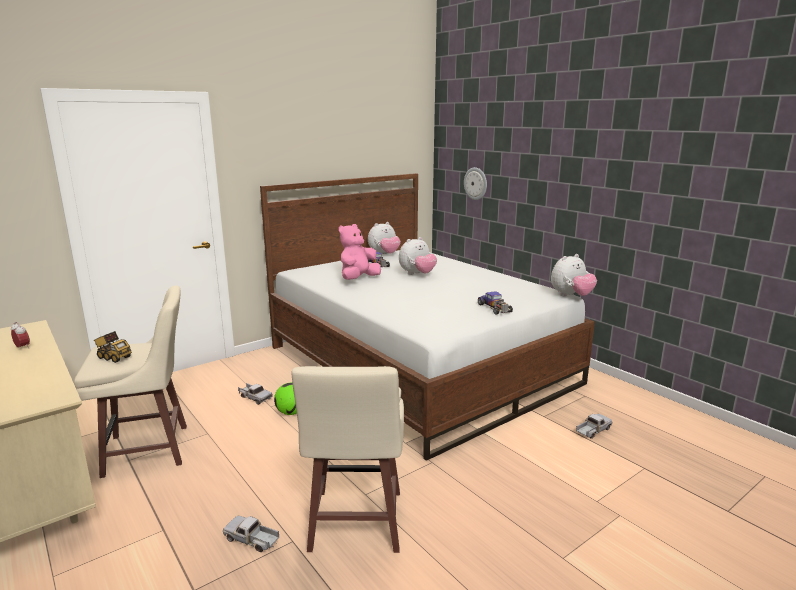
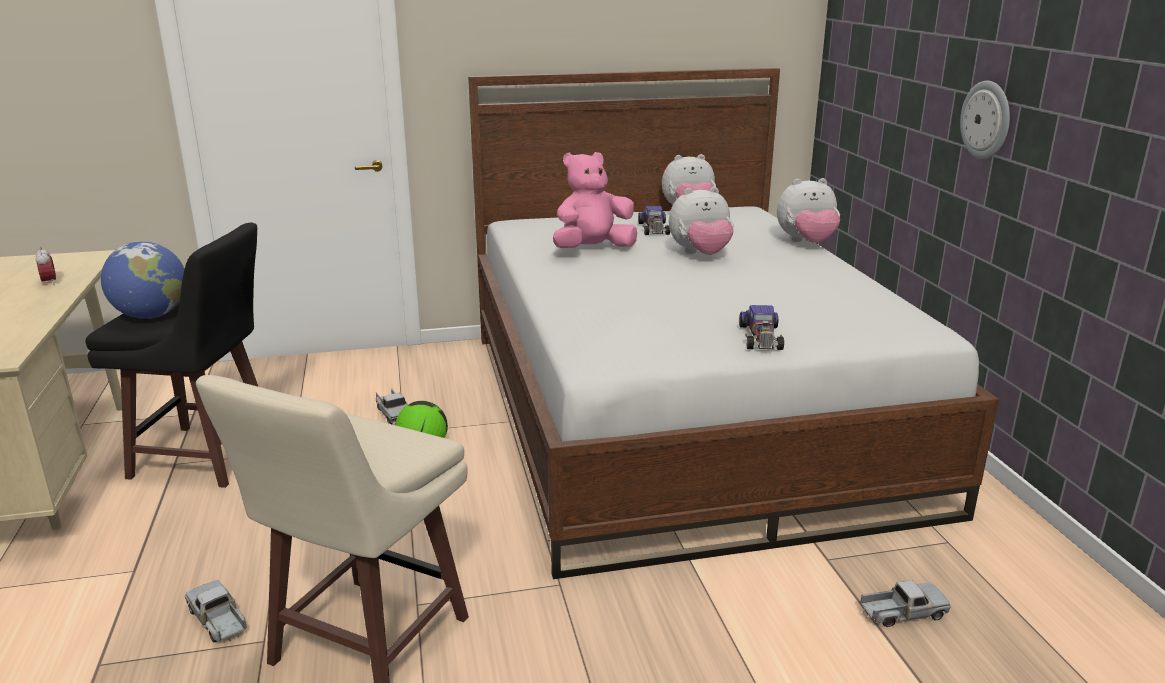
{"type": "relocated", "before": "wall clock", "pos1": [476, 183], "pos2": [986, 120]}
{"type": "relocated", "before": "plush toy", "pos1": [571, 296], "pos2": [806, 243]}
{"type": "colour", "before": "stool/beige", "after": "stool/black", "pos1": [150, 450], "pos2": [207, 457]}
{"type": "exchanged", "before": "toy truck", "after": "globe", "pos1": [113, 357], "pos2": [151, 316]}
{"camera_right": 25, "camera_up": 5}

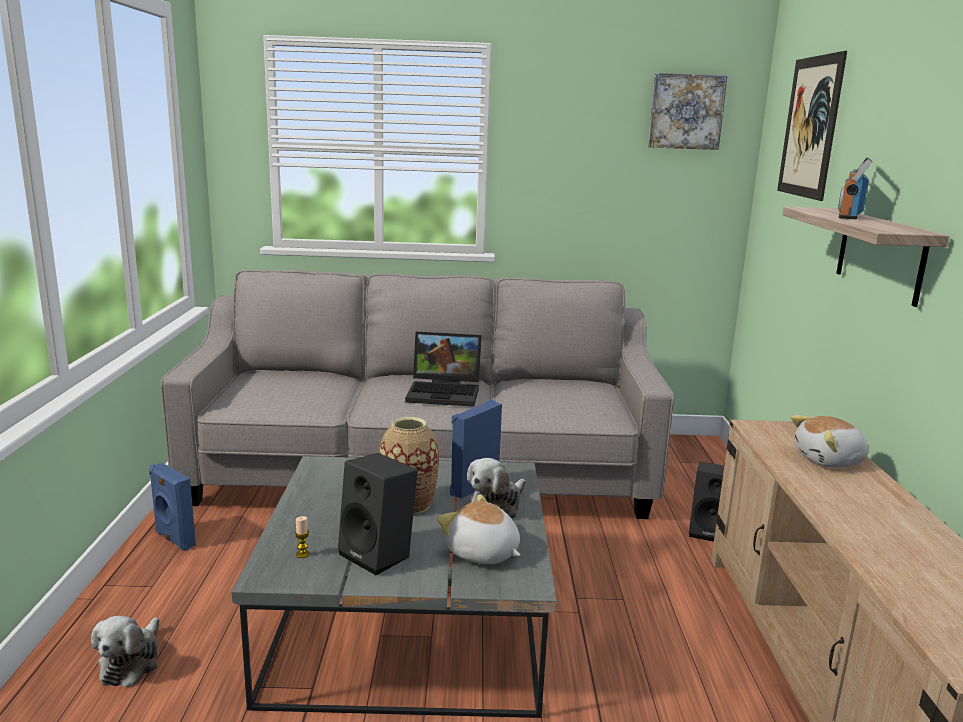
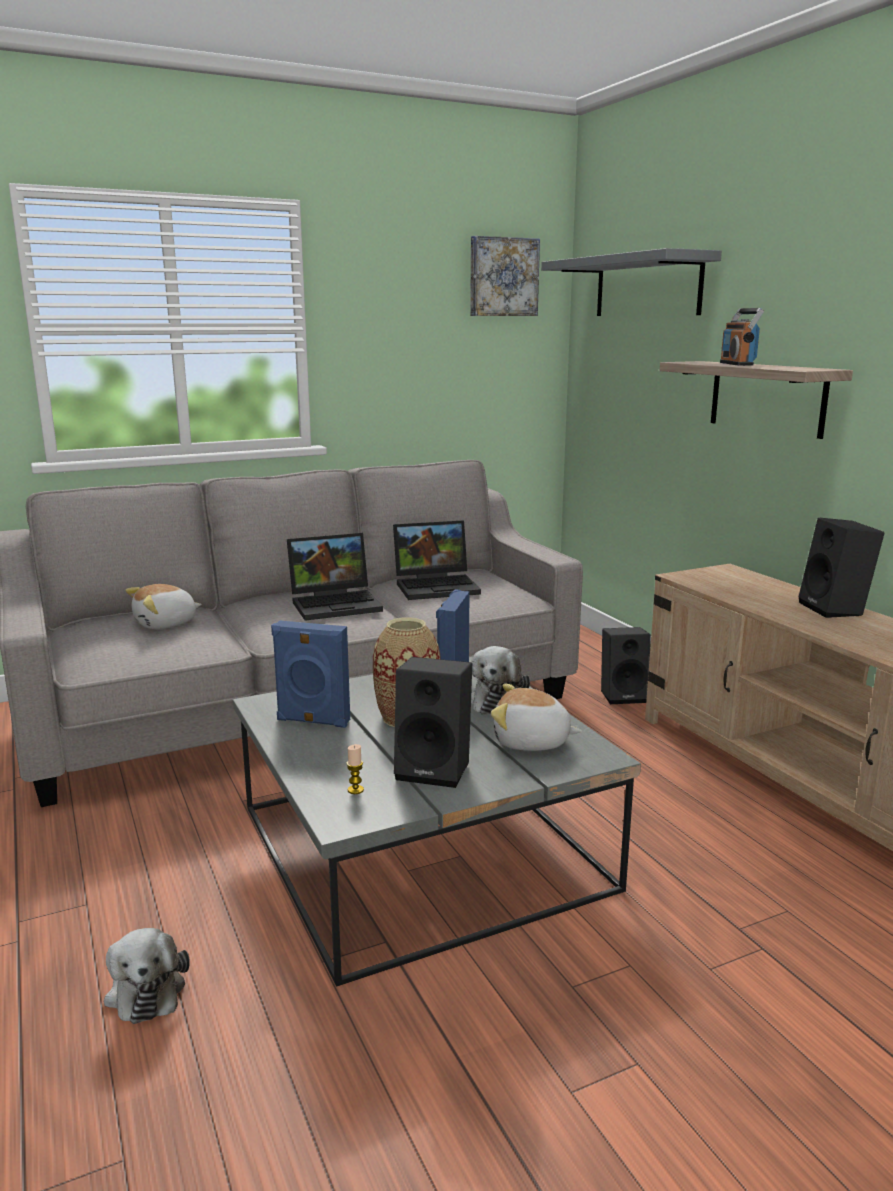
{"type": "exchanged", "before": "picture", "after": "shelf/grey", "pos1": [810, 127], "pos2": [647, 286]}
{"type": "relocated", "before": "plush toy", "pos1": [829, 460], "pos2": [166, 624]}
{"type": "relocated", "before": "speaker/blue", "pos1": [174, 539], "pos2": [312, 721]}
{"type": "appeared", "after": "speaker/black", "pos2": [836, 609]}
{"type": "appeared", "after": "laptop", "pos2": [438, 586]}
{"camera_right": -25, "camera_up": 0}

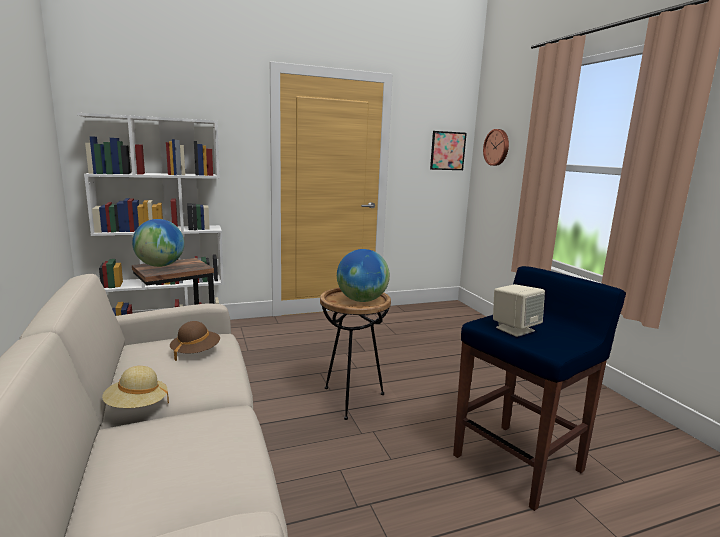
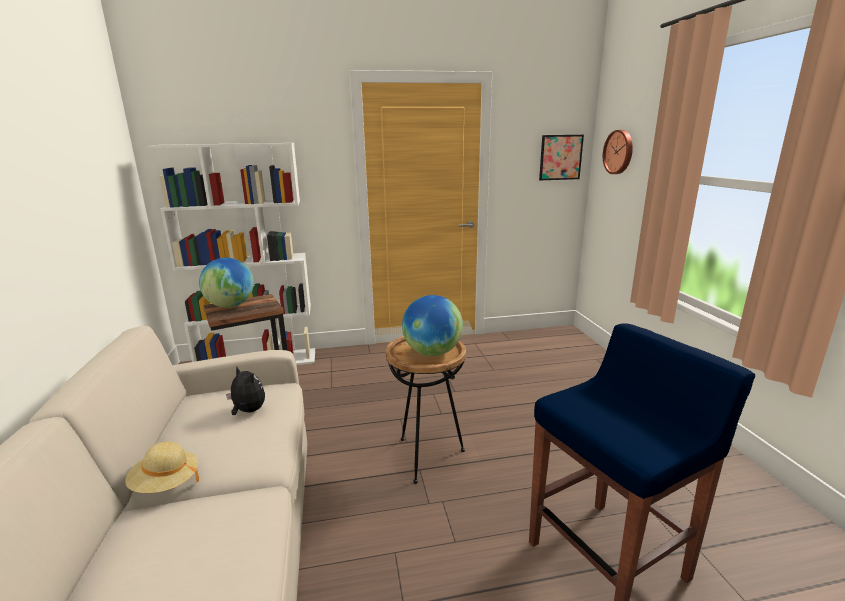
{"type": "missing", "before": "speaker/beige", "pos1": [514, 329]}
{"type": "exchanged", "before": "hat/brown", "after": "plush toy", "pos1": [195, 352], "pos2": [248, 411]}
{"camera_right": 10, "camera_up": 5}

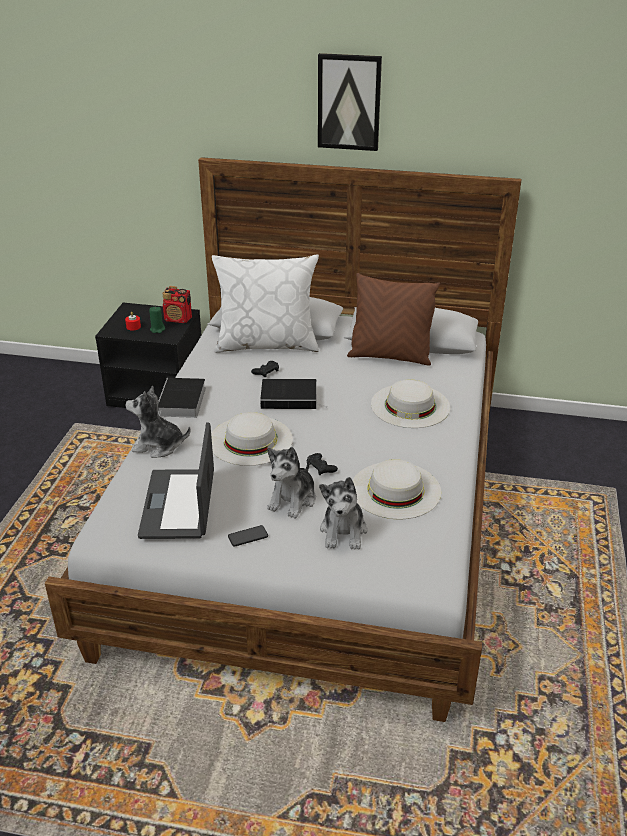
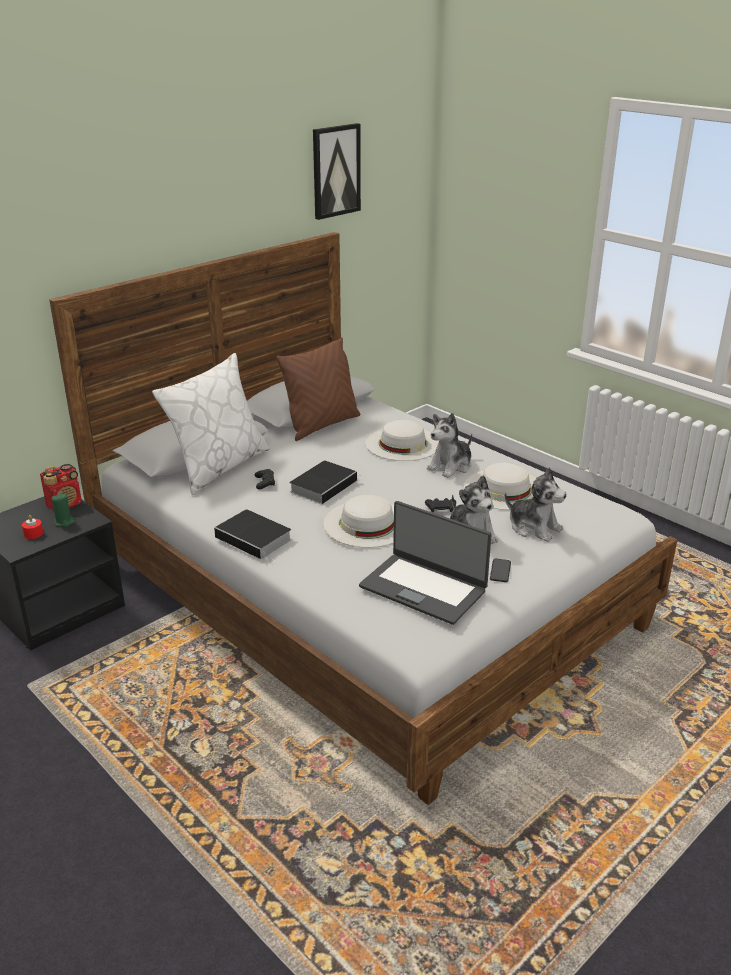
{"type": "relocated", "before": "picture", "pos1": [349, 102], "pos2": [335, 171]}
{"type": "relocated", "before": "plush toy", "pos1": [158, 446], "pos2": [451, 466]}
{"camera_right": -55, "camera_up": -5}

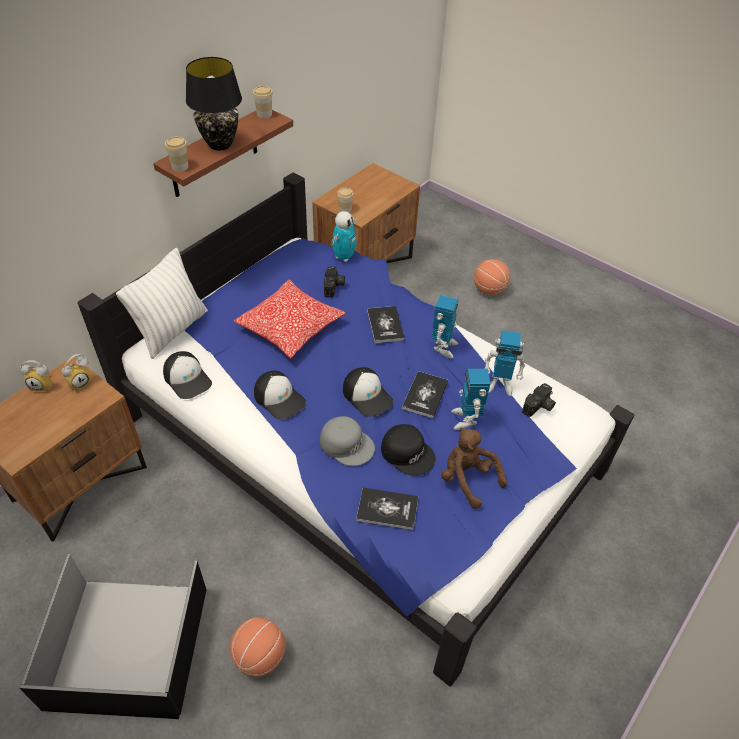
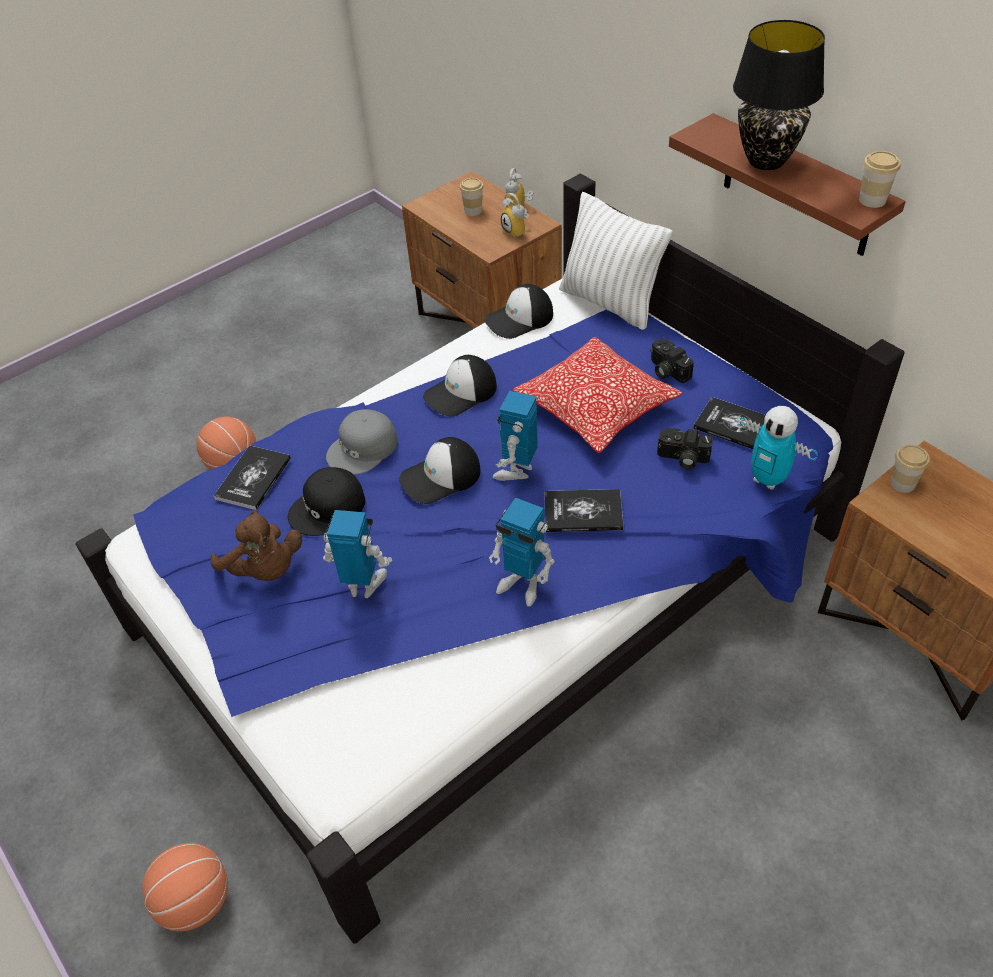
{"type": "relocated", "before": "cup", "pos1": [180, 167], "pos2": [473, 210]}
{"type": "relocated", "before": "basketball", "pos1": [489, 290], "pos2": [195, 901]}
{"type": "relocated", "before": "toy robot", "pos1": [500, 384], "pos2": [516, 470]}
{"type": "relocated", "before": "book", "pos1": [425, 395], "pos2": [735, 426]}
{"type": "relocated", "before": "photo camera", "pos1": [539, 407], "pos2": [666, 371]}
{"type": "spun", "before": "plush toy/brown", "pos1": [467, 479], "pos2": [265, 570], "turn": 75}
{"type": "missing", "before": "storage box/black", "pos1": [131, 646]}
{"camera_right": 105, "camera_up": 0}

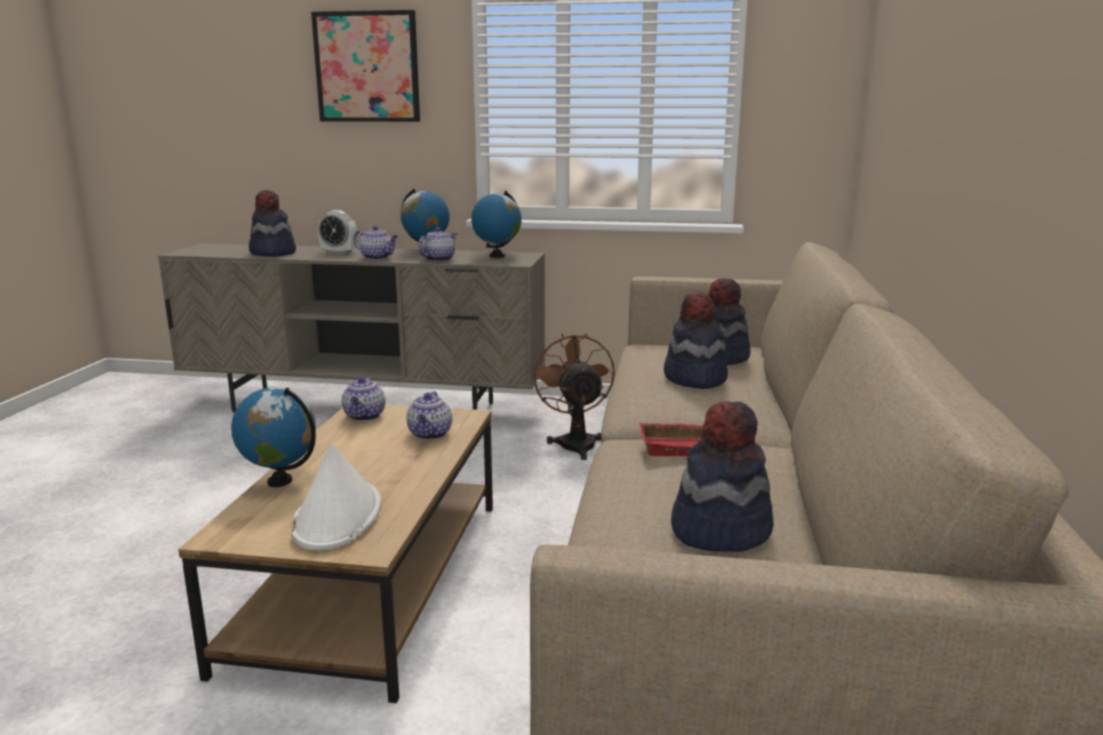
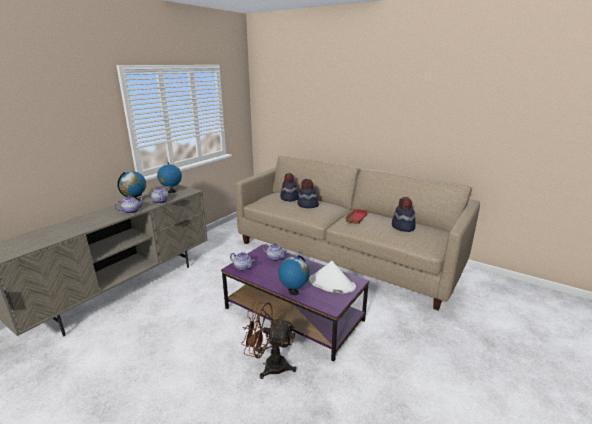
{"type": "missing", "before": "picture", "pos1": [367, 67]}
{"type": "missing", "before": "hat", "pos1": [272, 253]}
{"type": "missing", "before": "alarm clock", "pos1": [339, 253]}
{"type": "relocated", "before": "fan/brown", "pos1": [575, 442], "pos2": [269, 365]}
{"type": "colour", "before": "coffee table/brown", "after": "coffee table/purple", "pos1": [373, 579], "pos2": [293, 314]}
{"camera_right": -65, "camera_up": 5}

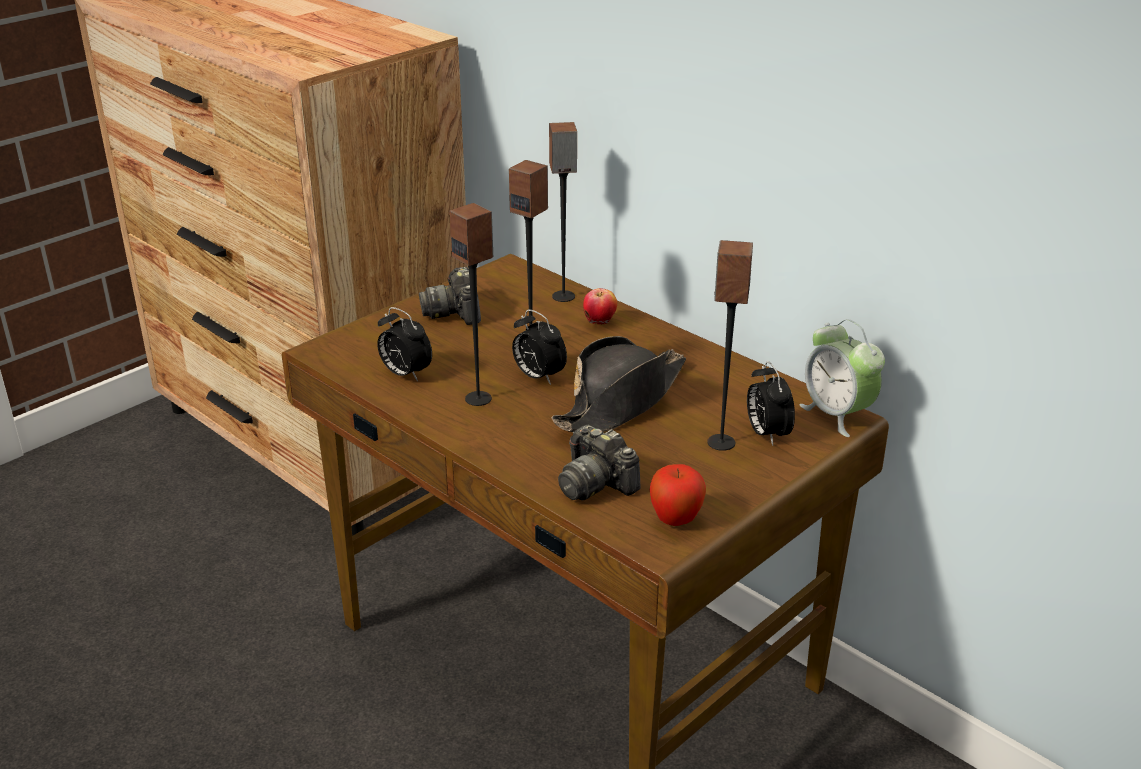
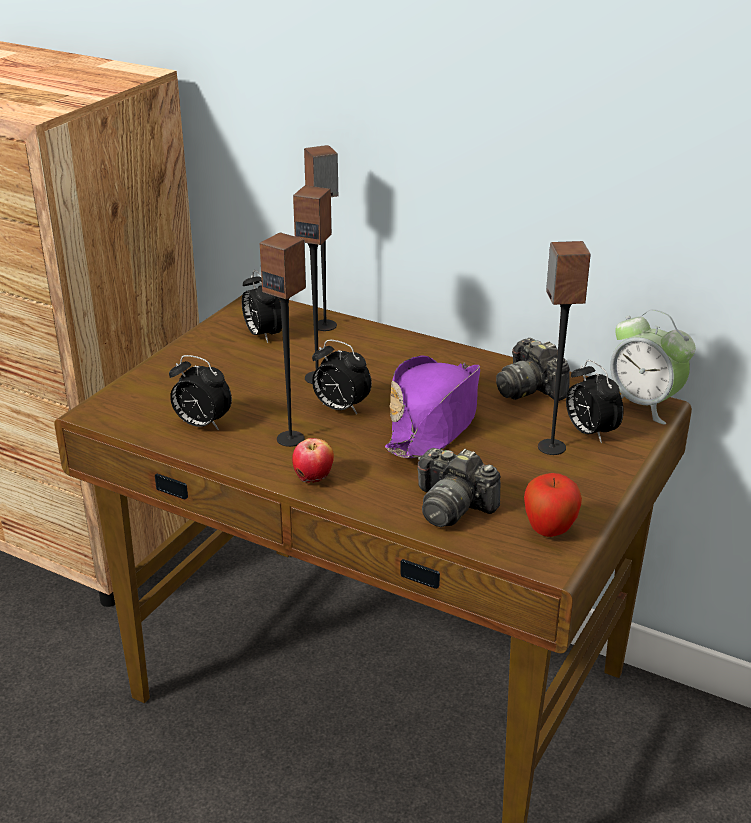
{"type": "relocated", "before": "photo camera", "pos1": [455, 312], "pos2": [530, 389]}
{"type": "relocated", "before": "apple", "pos1": [599, 323], "pos2": [314, 480]}
{"type": "colour", "before": "hat/black", "after": "hat/purple", "pos1": [621, 401], "pos2": [435, 420]}
{"type": "appeared", "after": "alarm clock", "pos2": [262, 335]}
{"camera_right": -15, "camera_up": 0}

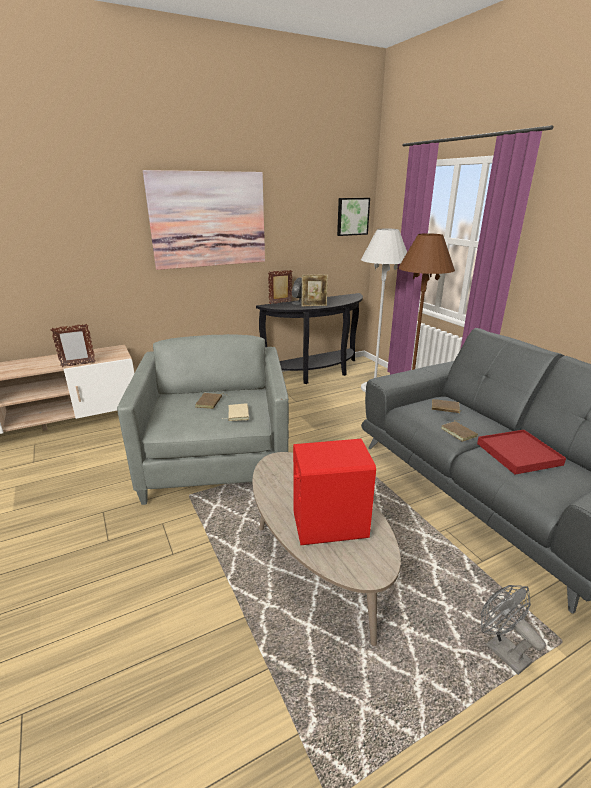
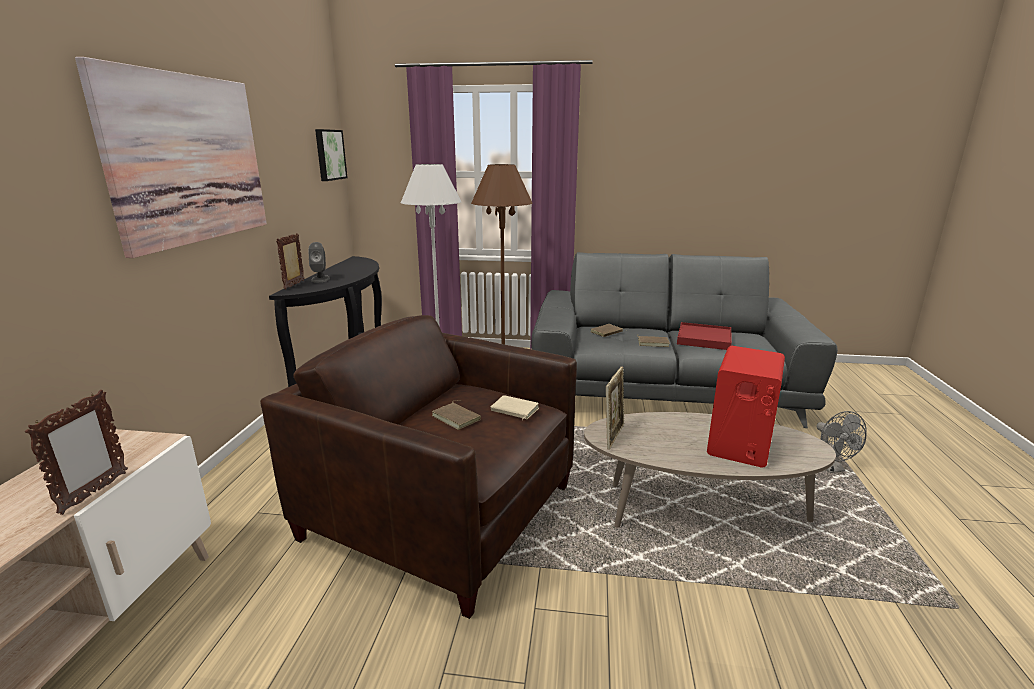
{"type": "relocated", "before": "picture frame", "pos1": [314, 305], "pos2": [613, 436]}
{"type": "colour", "before": "armchair/grey", "after": "armchair/brown", "pos1": [217, 460], "pos2": [441, 512]}
{"type": "spun", "before": "fan/grey", "pos1": [501, 649], "pos2": [831, 468], "turn": -105}
{"camera_right": -55, "camera_up": -5}

